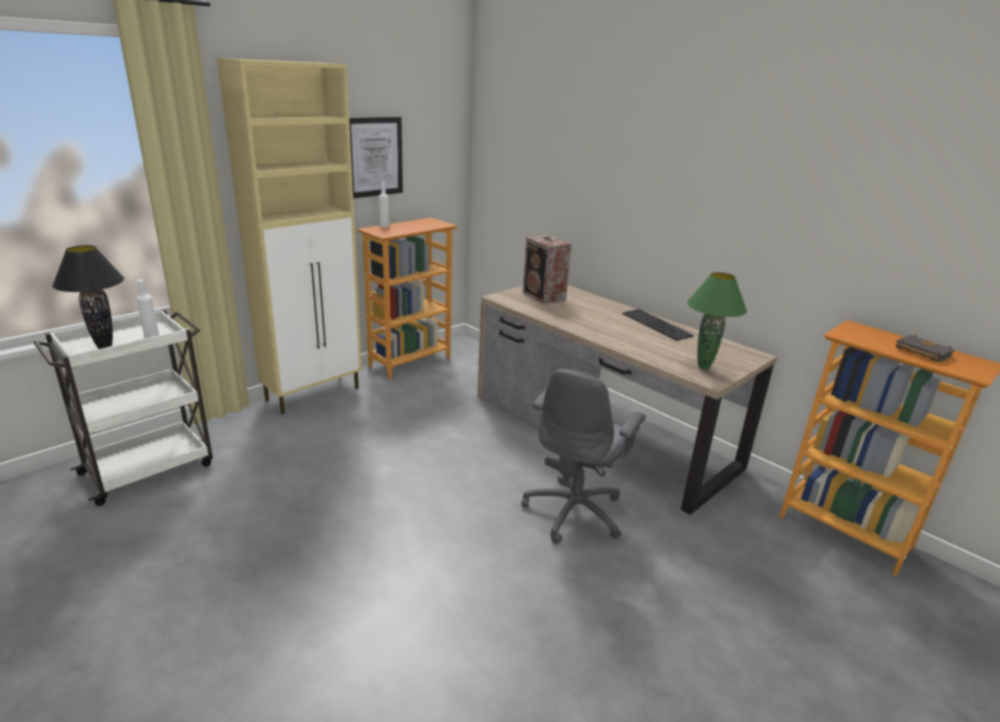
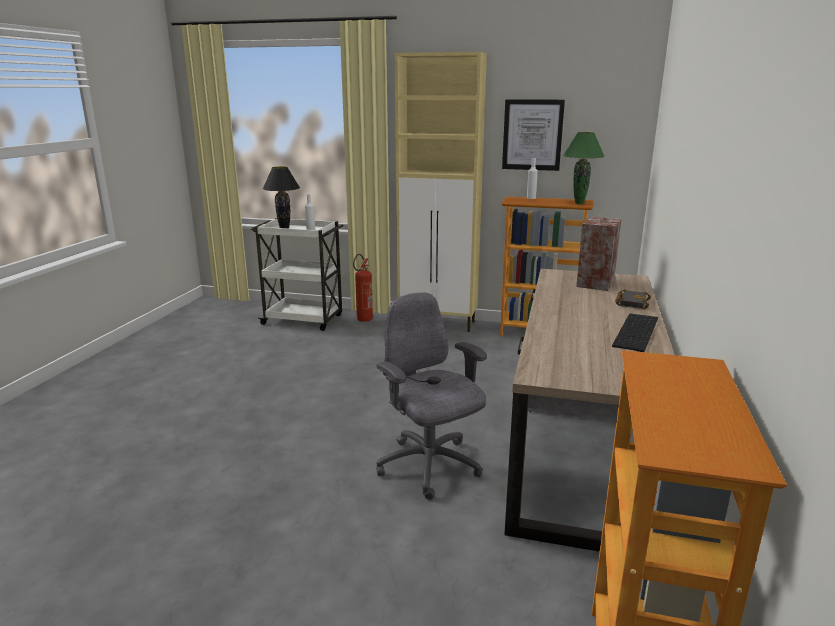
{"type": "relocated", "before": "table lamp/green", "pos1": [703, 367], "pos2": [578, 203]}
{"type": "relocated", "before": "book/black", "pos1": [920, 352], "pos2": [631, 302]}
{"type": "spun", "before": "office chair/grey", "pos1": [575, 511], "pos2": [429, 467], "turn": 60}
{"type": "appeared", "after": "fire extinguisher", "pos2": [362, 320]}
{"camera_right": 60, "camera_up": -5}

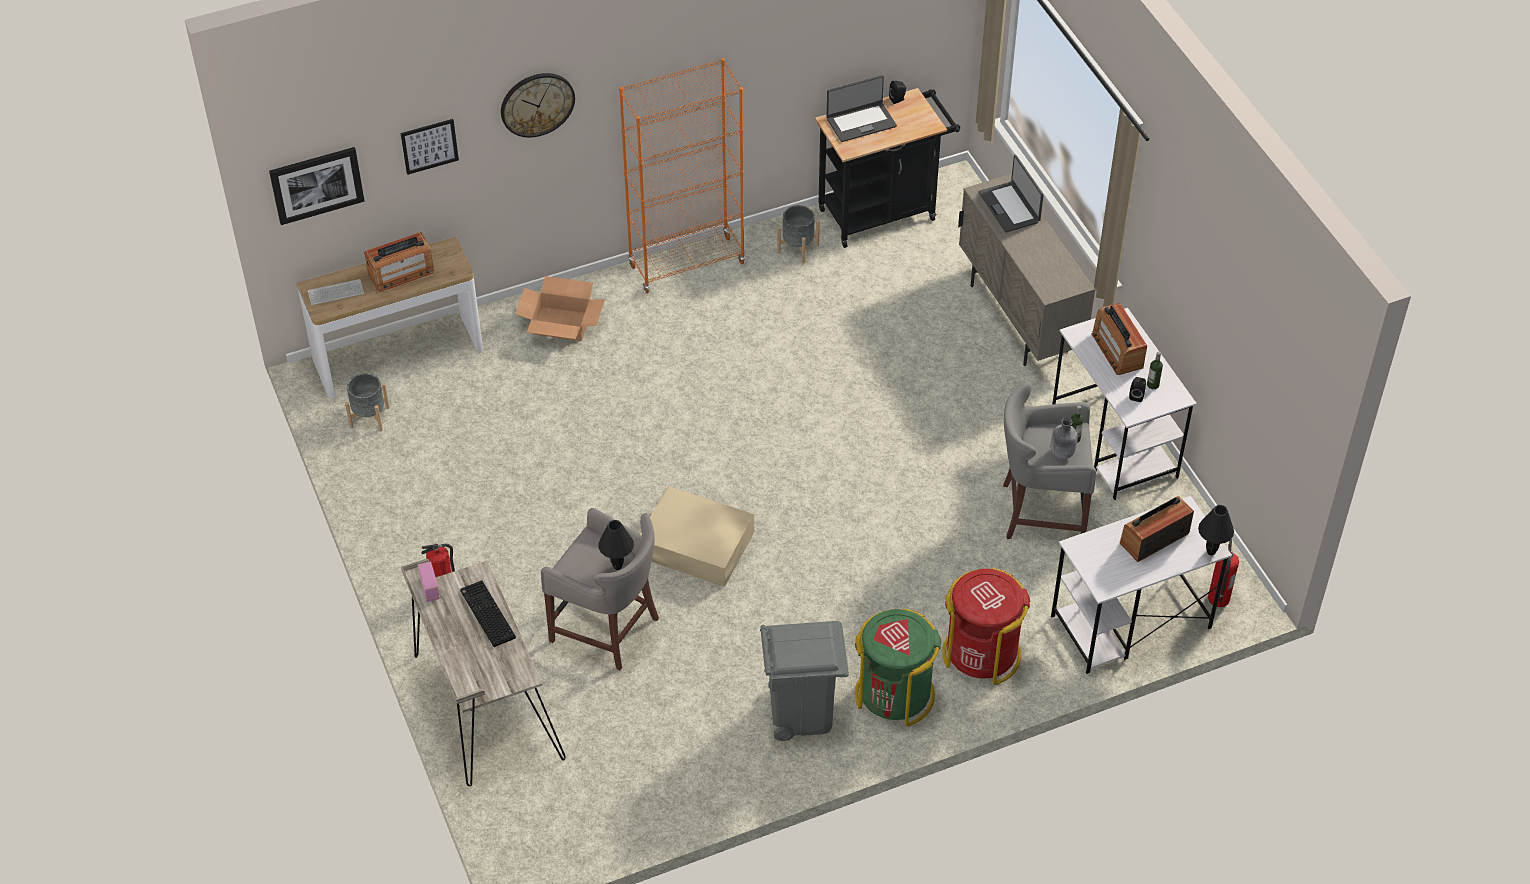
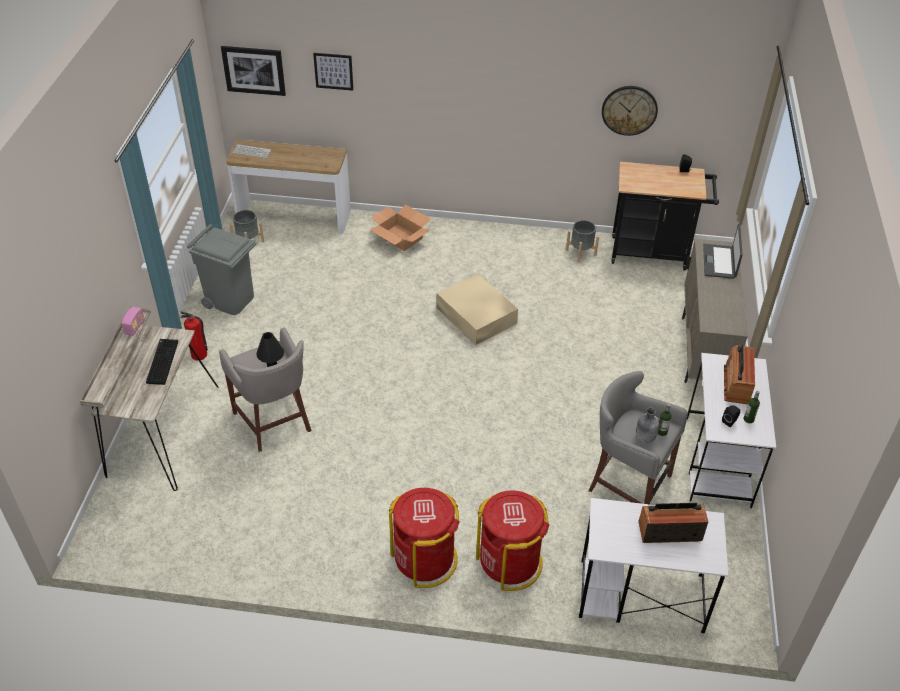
{"type": "missing", "before": "bookcase/orange", "pos1": [687, 264]}
{"type": "relocated", "before": "wall clock", "pos1": [537, 104], "pos2": [629, 110]}
{"type": "missing", "before": "laptop", "pos1": [861, 122]}
{"type": "missing", "before": "radio", "pos1": [401, 273]}
{"type": "relocated", "before": "storage box/beige", "pos1": [697, 545], "pos2": [476, 316]}
{"type": "missing", "before": "table lamp/black", "pos1": [1211, 552]}
{"type": "missing", "before": "fire extinguisher", "pos1": [1218, 599]}
{"type": "colour", "before": "trash can/green", "after": "trash can/red", "pos1": [895, 694], "pos2": [425, 559]}
{"type": "relocated", "before": "trash can/grey", "pos1": [801, 712], "pos2": [231, 300]}
{"camera_right": 30, "camera_up": -5}

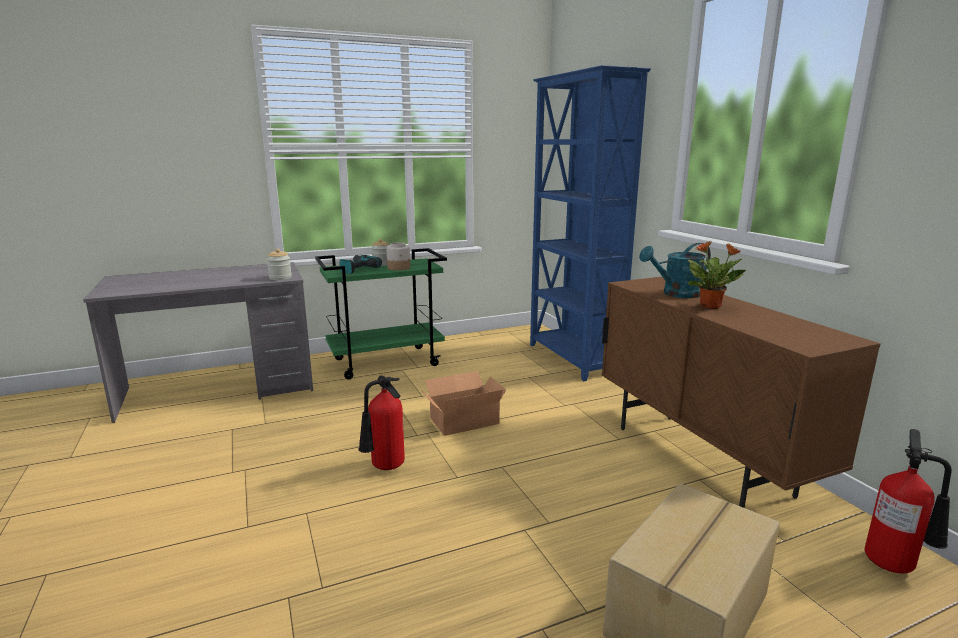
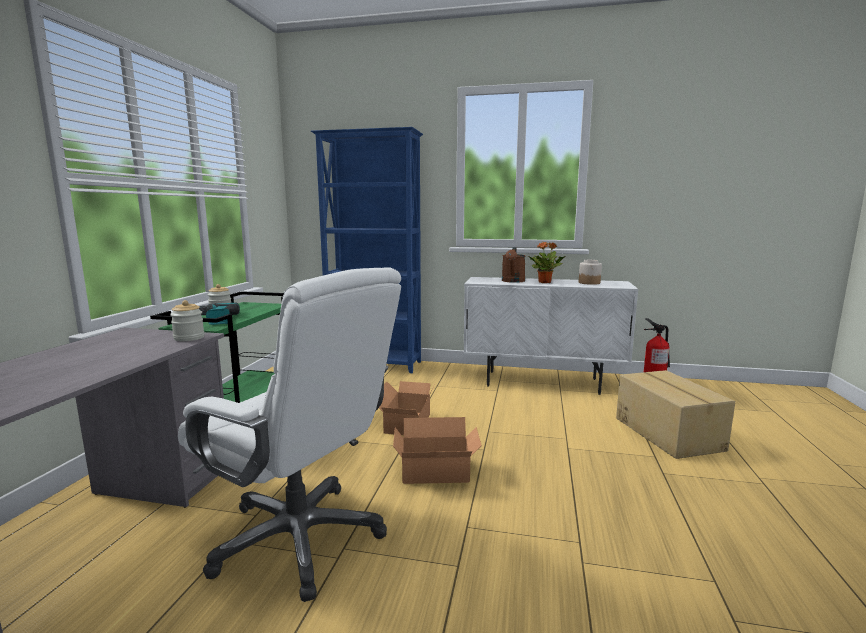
{"type": "relocated", "before": "jar", "pos1": [399, 268], "pos2": [589, 283]}
{"type": "colour", "before": "watering can/turquoise", "after": "watering can/brown", "pos1": [676, 294], "pos2": [513, 281]}
{"type": "colour", "before": "cabinet/brown", "after": "cabinet/white", "pos1": [700, 460], "pos2": [542, 382]}
{"type": "exchanged", "before": "fire extinguisher", "after": "cardboard box", "pos1": [385, 468], "pos2": [437, 472]}
{"type": "appeared", "after": "office chair/white", "pos2": [300, 538]}
{"camera_right": -55, "camera_up": -5}

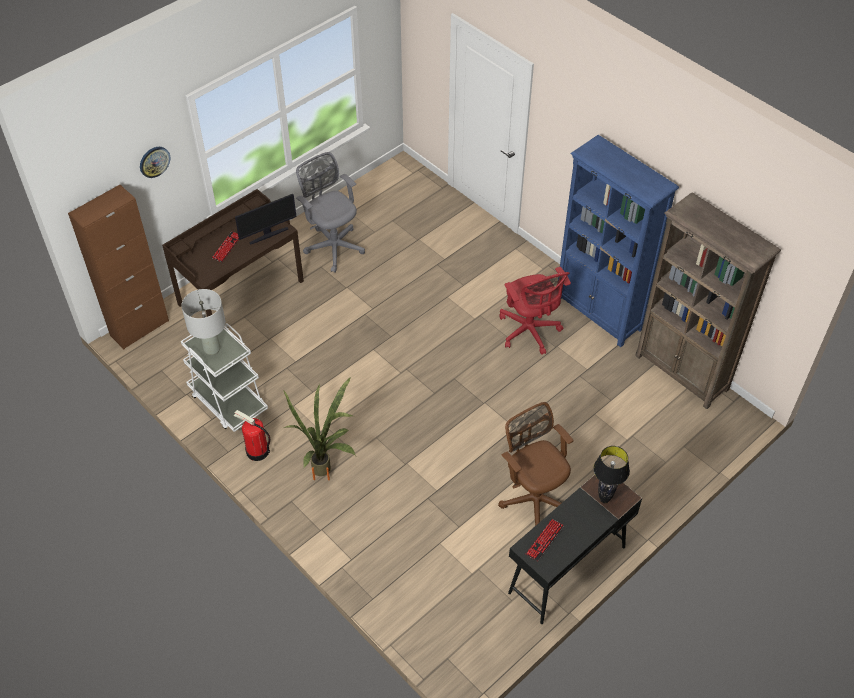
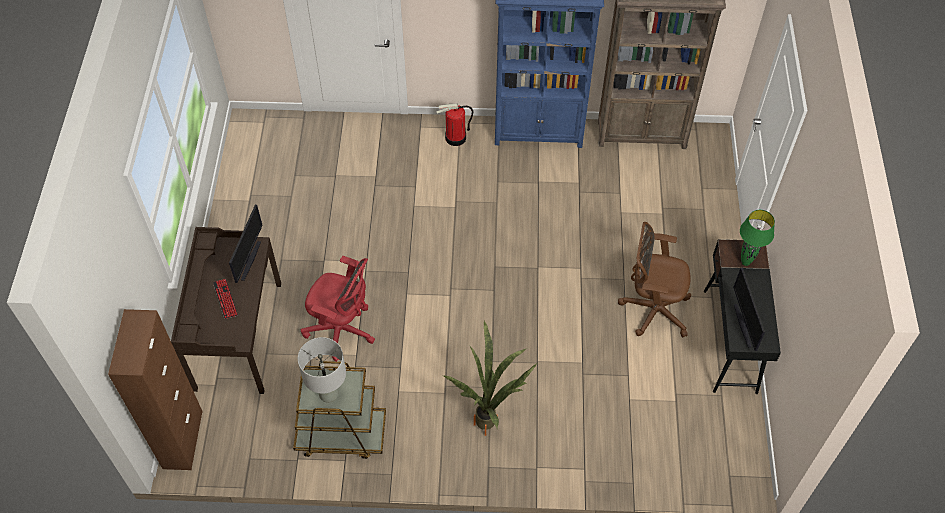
{"type": "missing", "before": "wall clock", "pos1": [154, 161]}
{"type": "missing", "before": "office chair/grey", "pos1": [333, 245]}
{"type": "relocated", "before": "office chair/red", "pos1": [530, 332], "pos2": [342, 330]}
{"type": "colour", "before": "cart/white", "after": "cart/brown", "pos1": [228, 401], "pos2": [341, 434]}
{"type": "relocated", "before": "fire extinguisher", "pos1": [257, 451], "pos2": [455, 138]}
{"type": "colour", "before": "table lamp/black", "after": "table lamp/green", "pos1": [604, 499], "pos2": [745, 262]}
{"type": "exchanged", "before": "keyboard", "after": "monitor", "pos1": [544, 540], "pos2": [744, 325]}
{"camera_right": -45, "camera_up": 5}

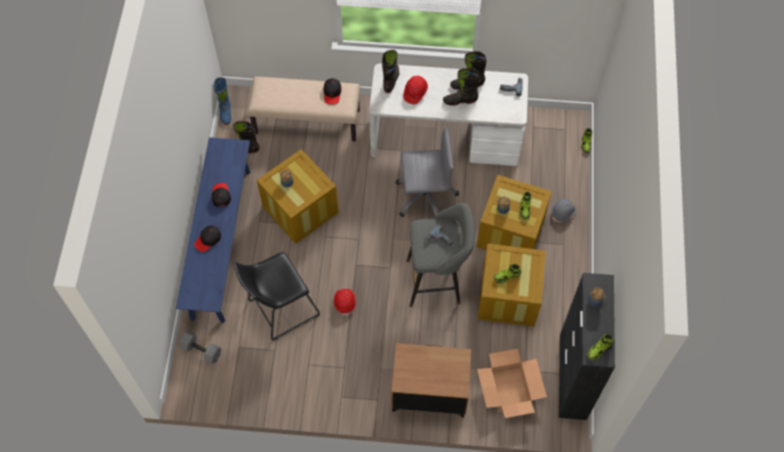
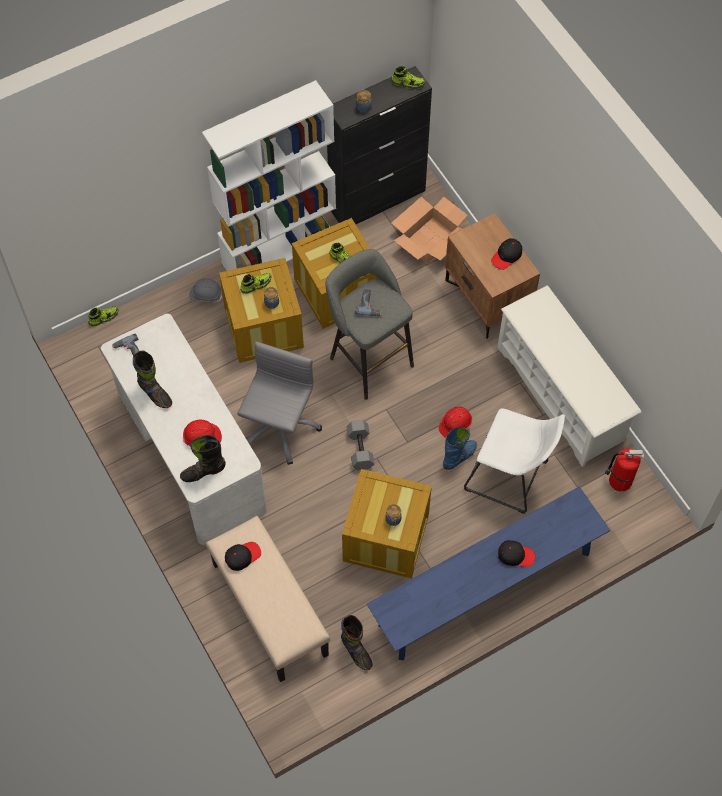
{"type": "missing", "before": "boot/black", "pos1": [460, 100]}
{"type": "relocated", "before": "boot/blue", "pos1": [225, 112], "pos2": [459, 457]}
{"type": "spun", "before": "office chair/grey", "pos1": [425, 196], "pos2": [279, 427], "turn": 60}
{"type": "relocated", "before": "cap/black", "pos1": [221, 196], "pos2": [507, 256]}
{"type": "colour", "before": "stool/black", "after": "stool/white", "pos1": [280, 309], "pos2": [510, 478]}
{"type": "relocated", "before": "dumbbell/grey", "pos1": [202, 350], "pos2": [359, 449]}
{"type": "appeared", "after": "bookcase/white", "pos2": [279, 249]}
{"type": "appeared", "after": "shoe rack/white", "pos2": [561, 394]}
{"type": "appeared", "after": "fire extinguisher", "pos2": [619, 480]}
{"camera_right": -125, "camera_up": 0}

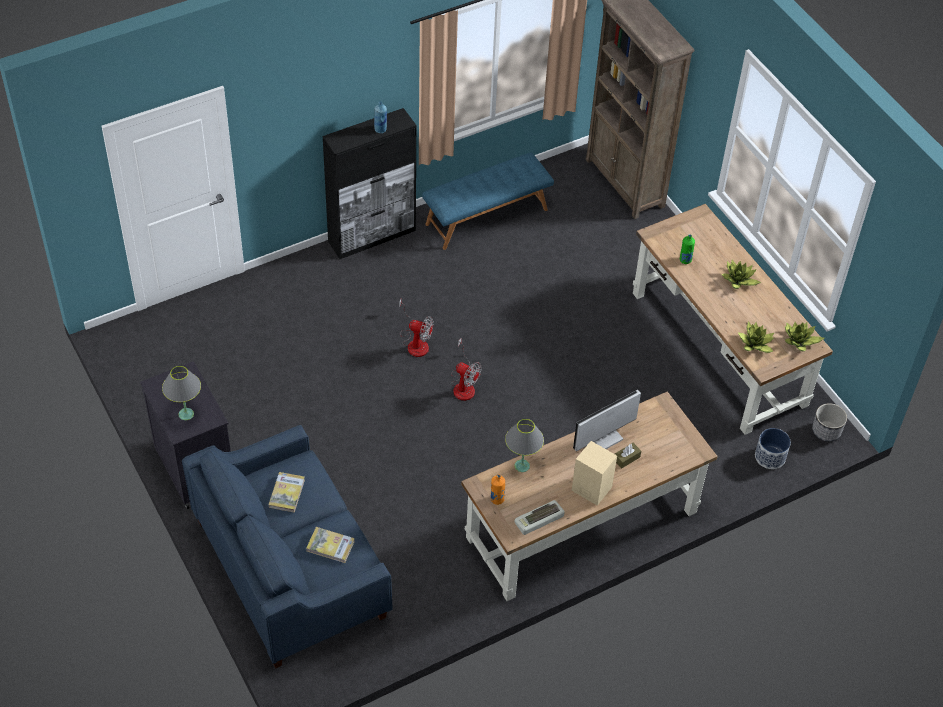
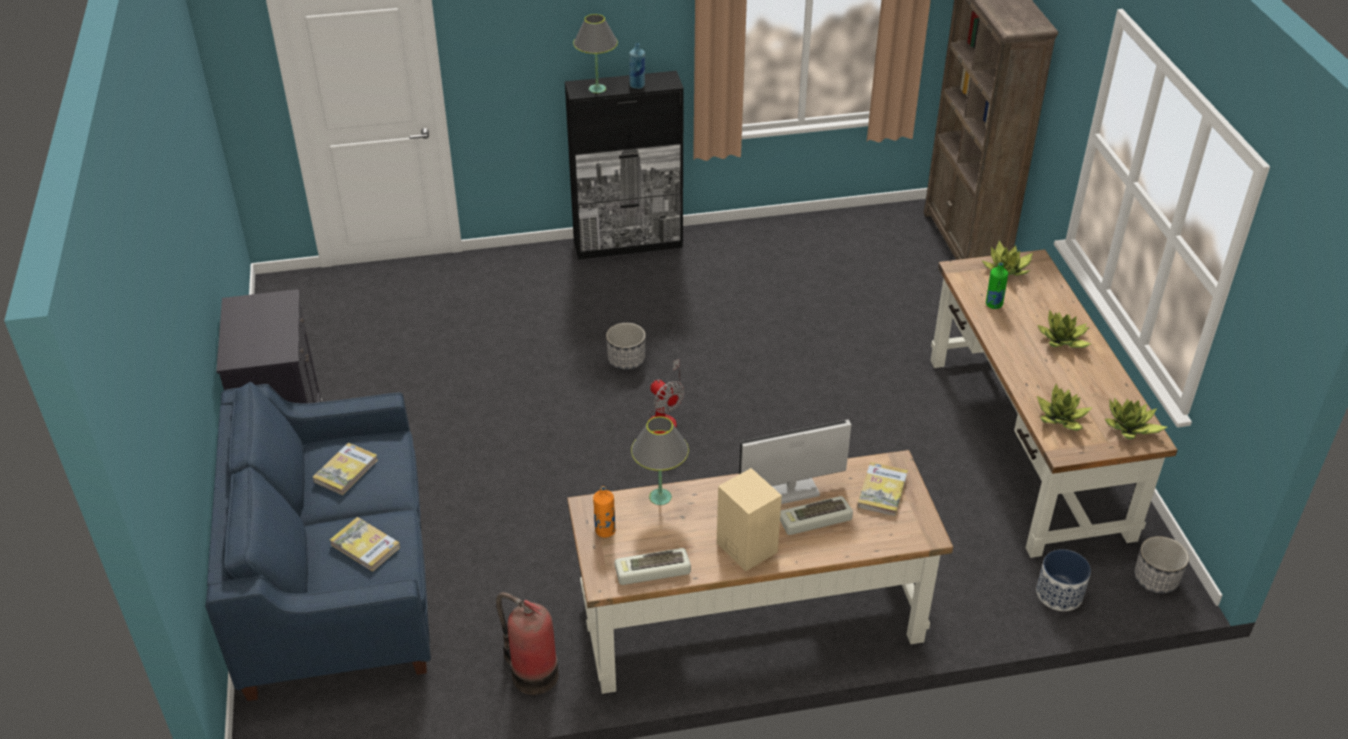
{"type": "missing", "before": "bench/blue", "pos1": [486, 216]}
{"type": "exchanged", "before": "fan", "after": "planter", "pos1": [415, 342], "pos2": [626, 360]}
{"type": "relocated", "before": "table lamp/grey", "pos1": [186, 414], "pos2": [597, 89]}
{"type": "exchanged", "before": "tissue box/brown", "after": "keyboard", "pos1": [626, 458], "pos2": [815, 520]}
{"type": "appeared", "after": "potted plant", "pos2": [1006, 269]}
{"type": "appeared", "after": "book", "pos2": [882, 491]}
{"type": "appeared", "after": "fire extinguisher", "pos2": [532, 673]}
{"camera_right": 20, "camera_up": -10}

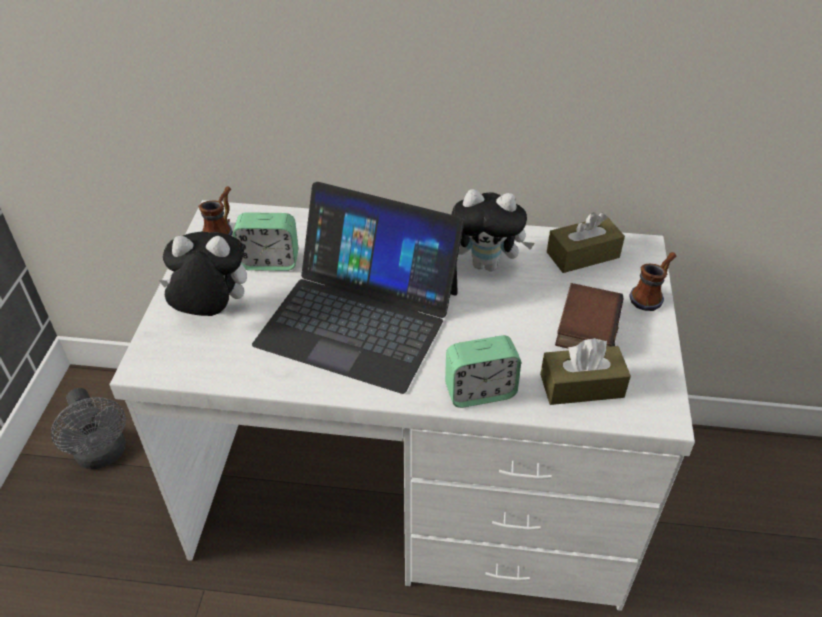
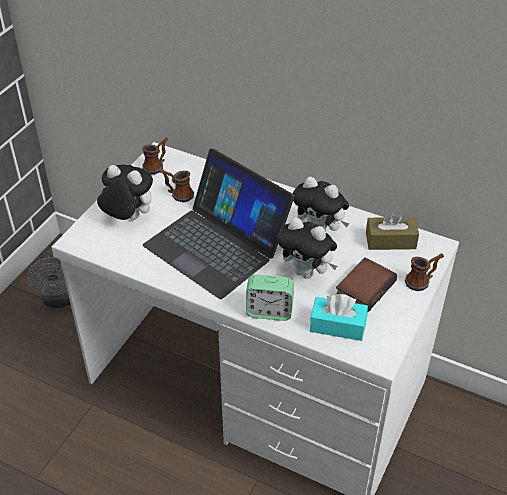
{"type": "exchanged", "before": "alarm clock", "after": "mug", "pos1": [269, 262], "pos2": [177, 194]}
{"type": "colour", "before": "tissue box/brown", "after": "tissue box/turquoise", "pos1": [581, 386], "pos2": [337, 326]}
{"type": "appeared", "after": "plush toy", "pos2": [307, 272]}
{"camera_right": 20, "camera_up": 0}

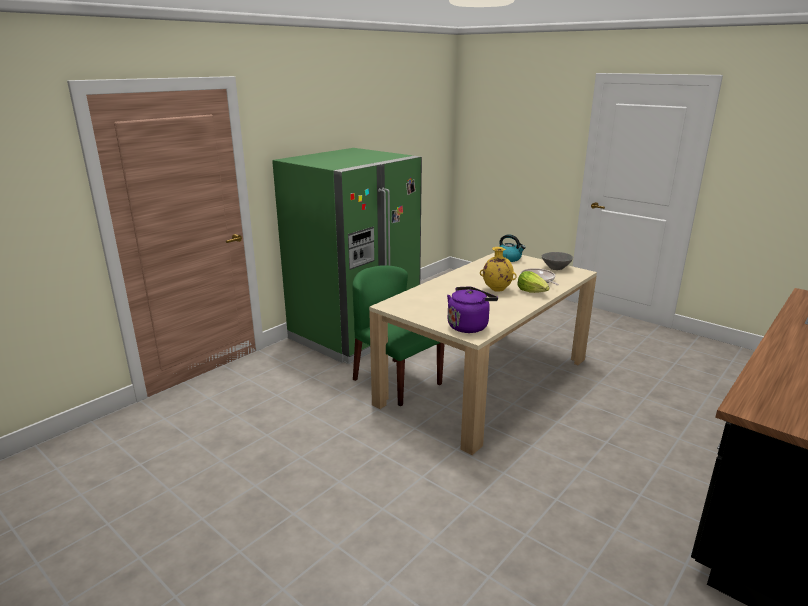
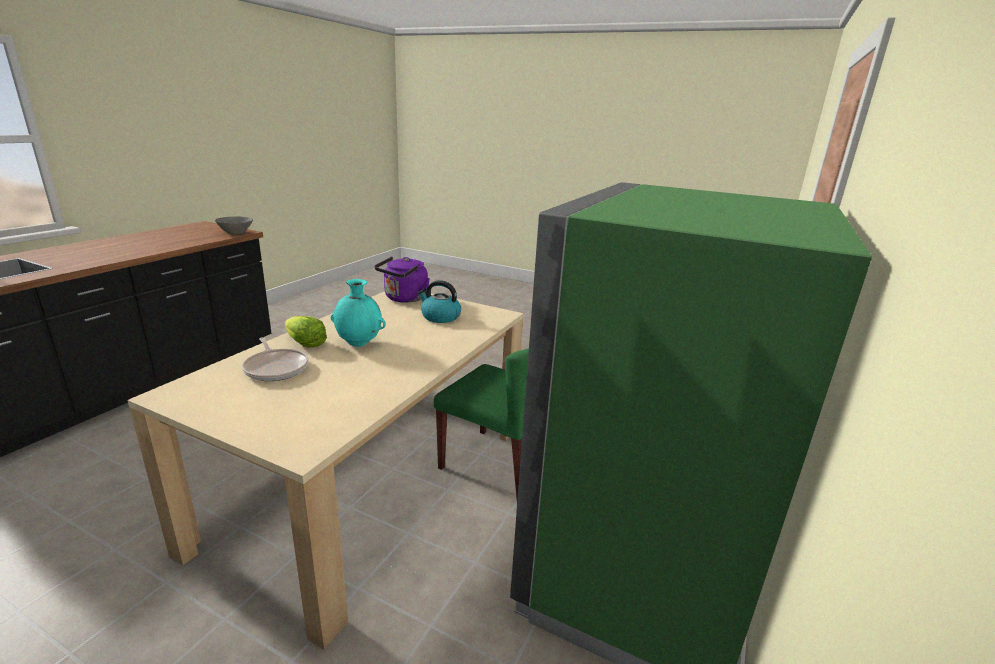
{"type": "relocated", "before": "kettle", "pos1": [509, 258], "pos2": [440, 317]}
{"type": "colour", "before": "vase/yellow", "after": "vase/turquoise", "pos1": [496, 290], "pos2": [359, 343]}
{"type": "relocated", "before": "bowl/grey", "pos1": [555, 268], "pos2": [236, 233]}
{"camera_right": 165, "camera_up": 0}

